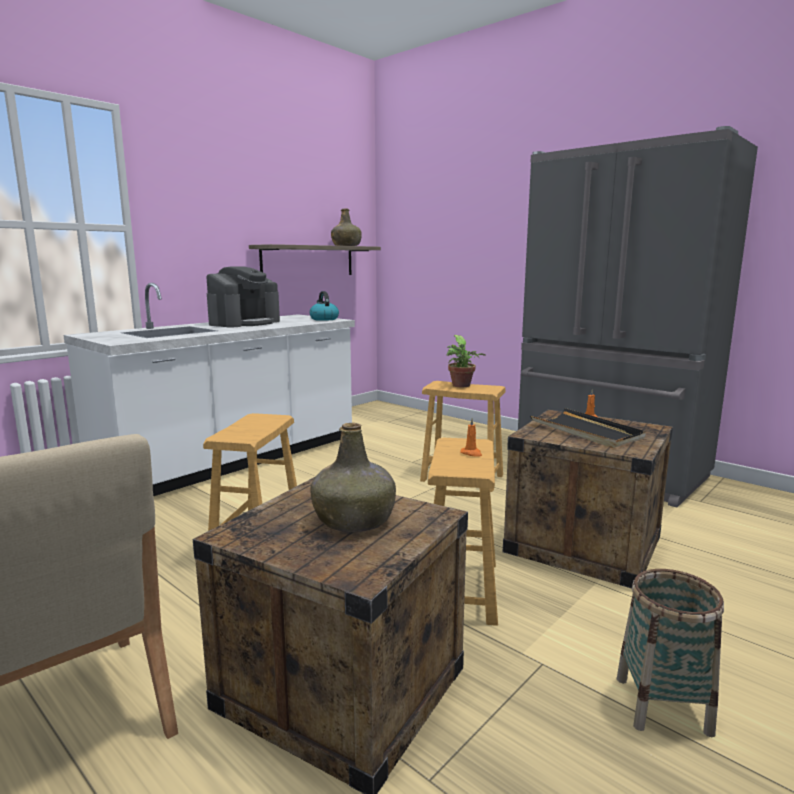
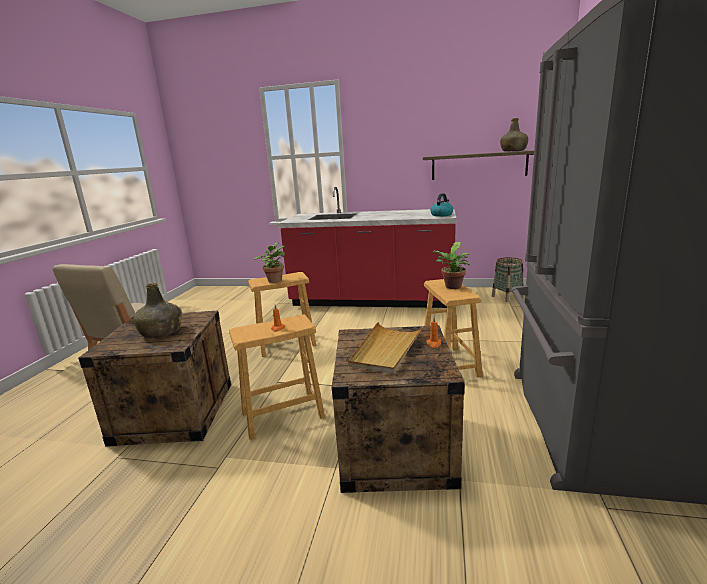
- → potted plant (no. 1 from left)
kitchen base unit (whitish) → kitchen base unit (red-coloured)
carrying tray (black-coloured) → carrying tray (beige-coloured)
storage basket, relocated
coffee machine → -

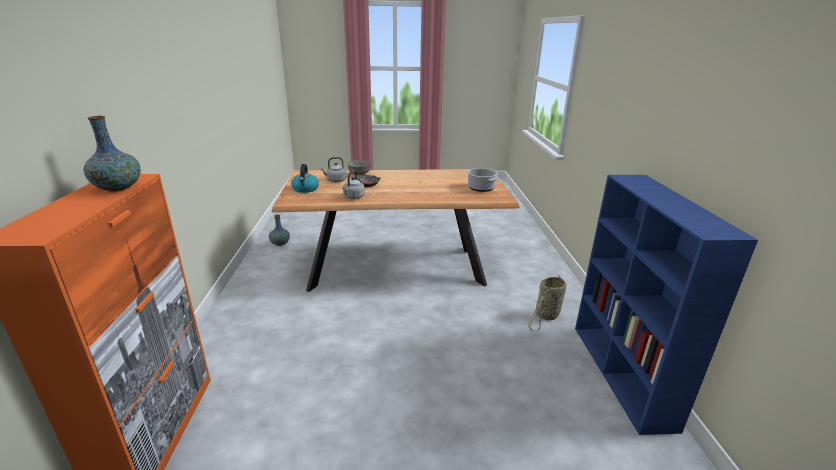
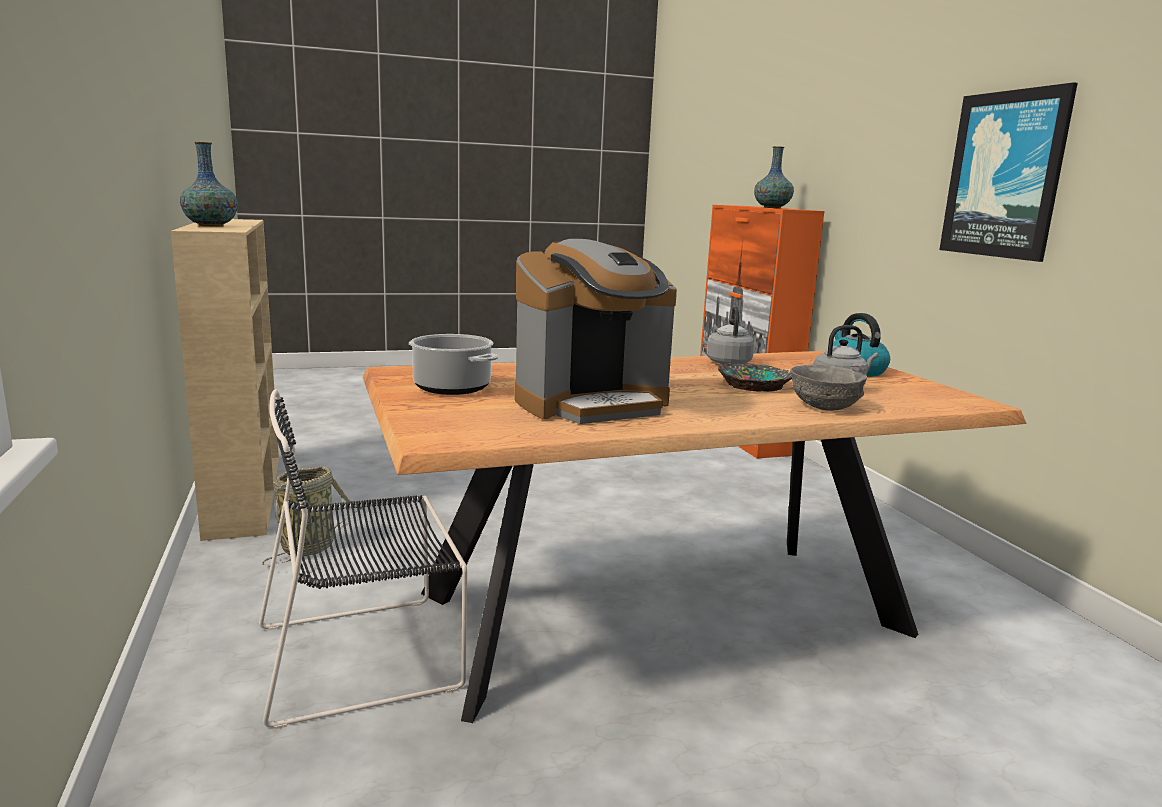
shelving unit (bluish) → shelving unit (beige-coloured)
flower vase (no. 2 from left in the first image) → flower vase (no. 1 from left), relocated
- → upright chair (black-coloured)
- → coffee machine
- → picture

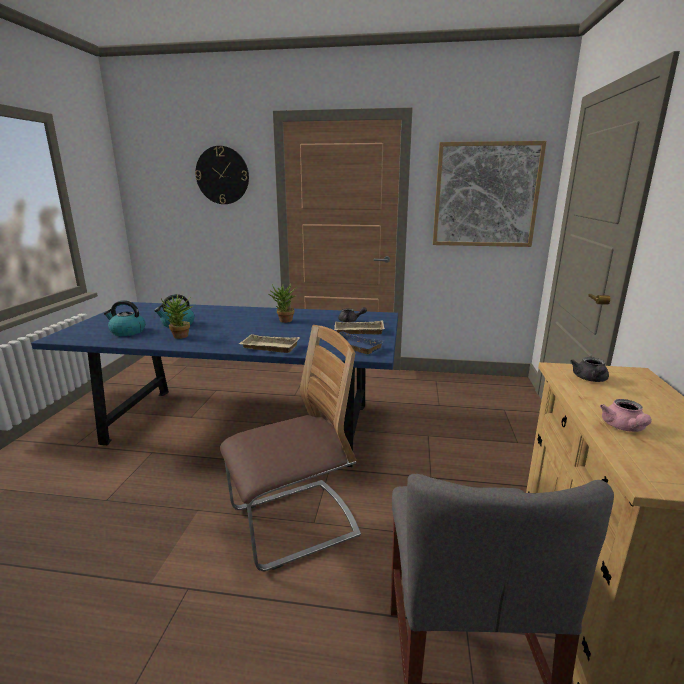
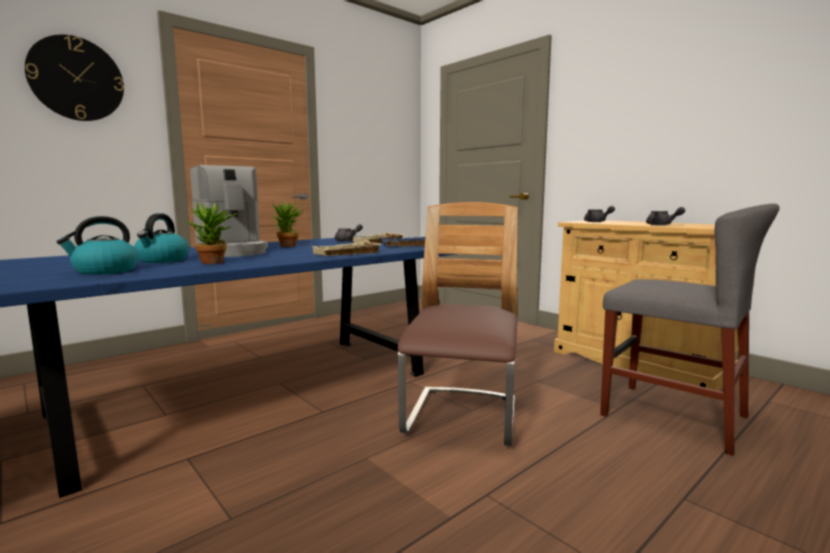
- → coffee machine
pot for tea (pinkish) → pot for tea (grey) (no. 3 from left)
picture → -

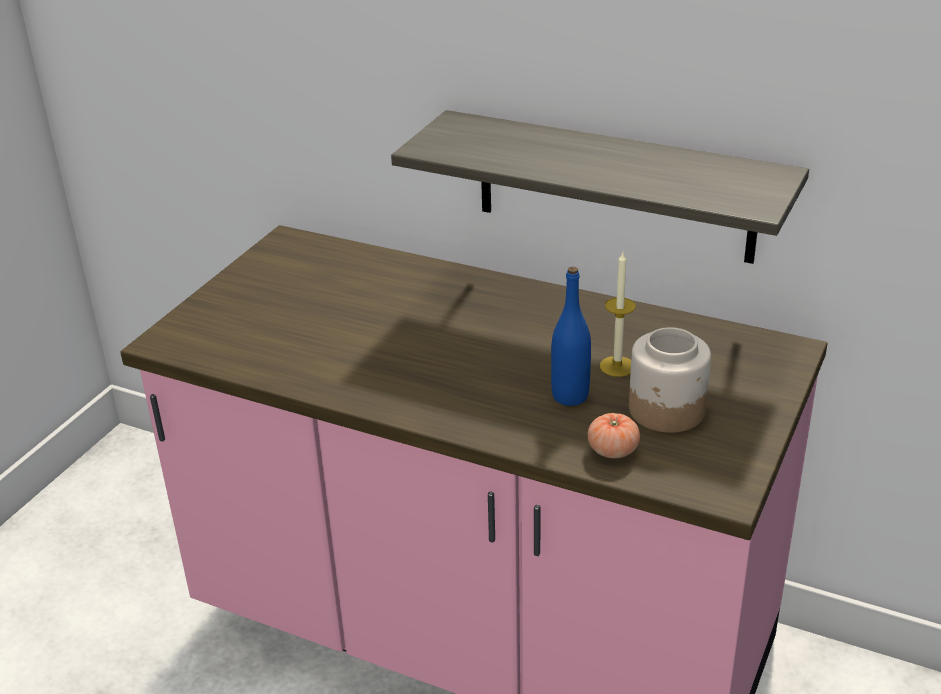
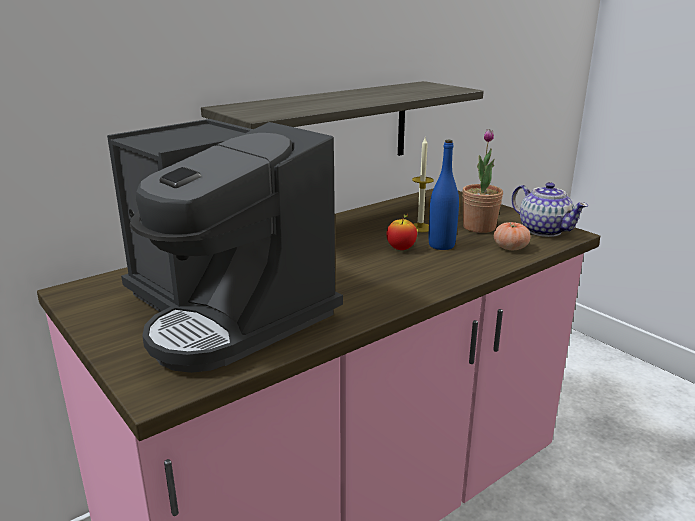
- → coffee machine
- → apple
storage jar → potted plant
- → pot for tea

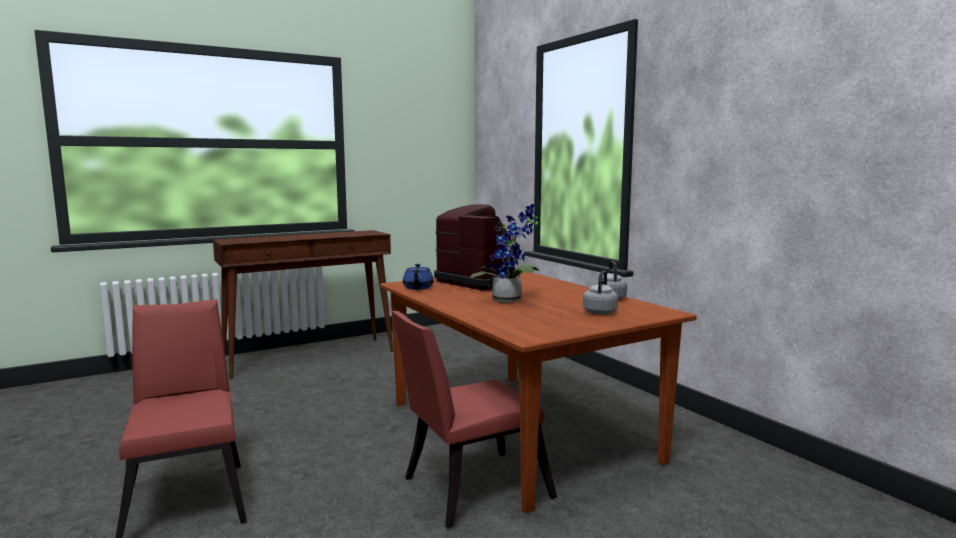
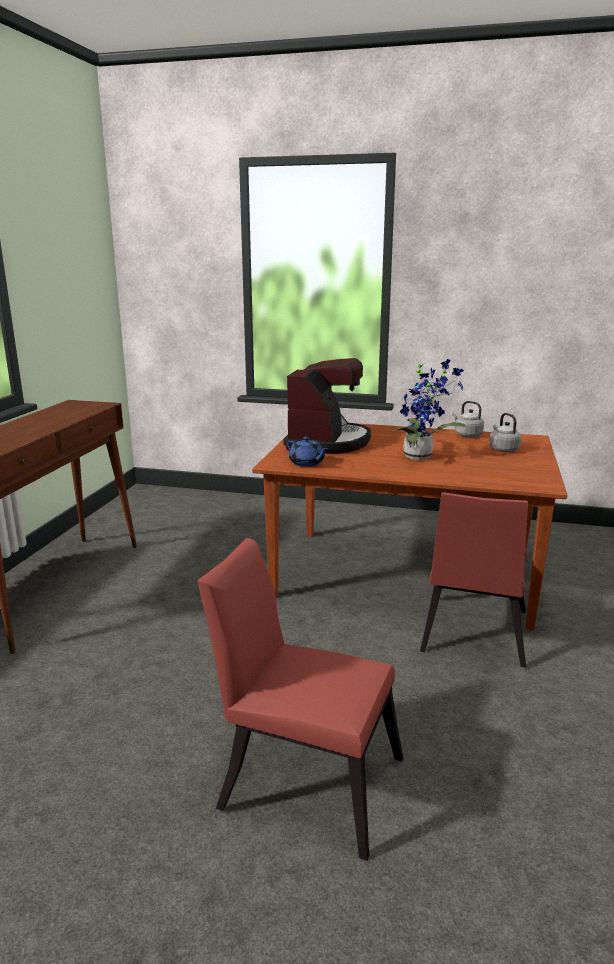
coffee machine, 105 degrees clockwise

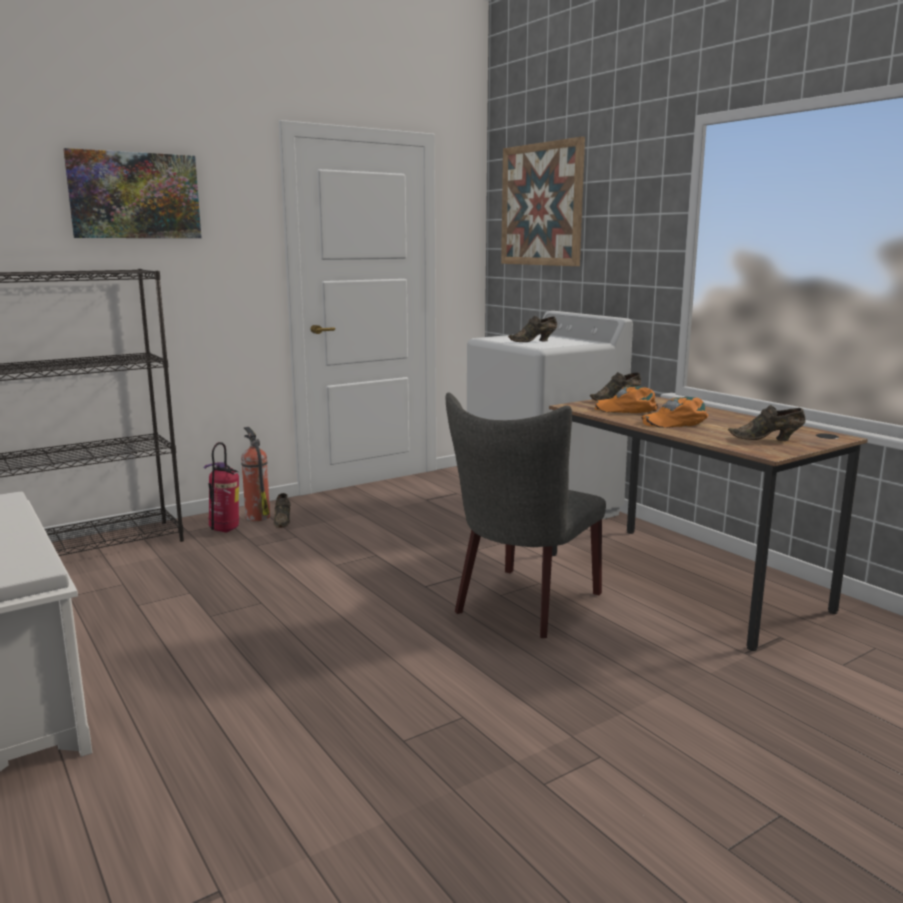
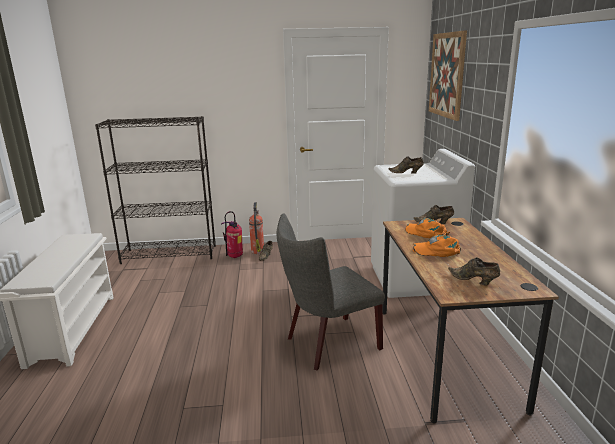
picture (no. 1 from left) → -

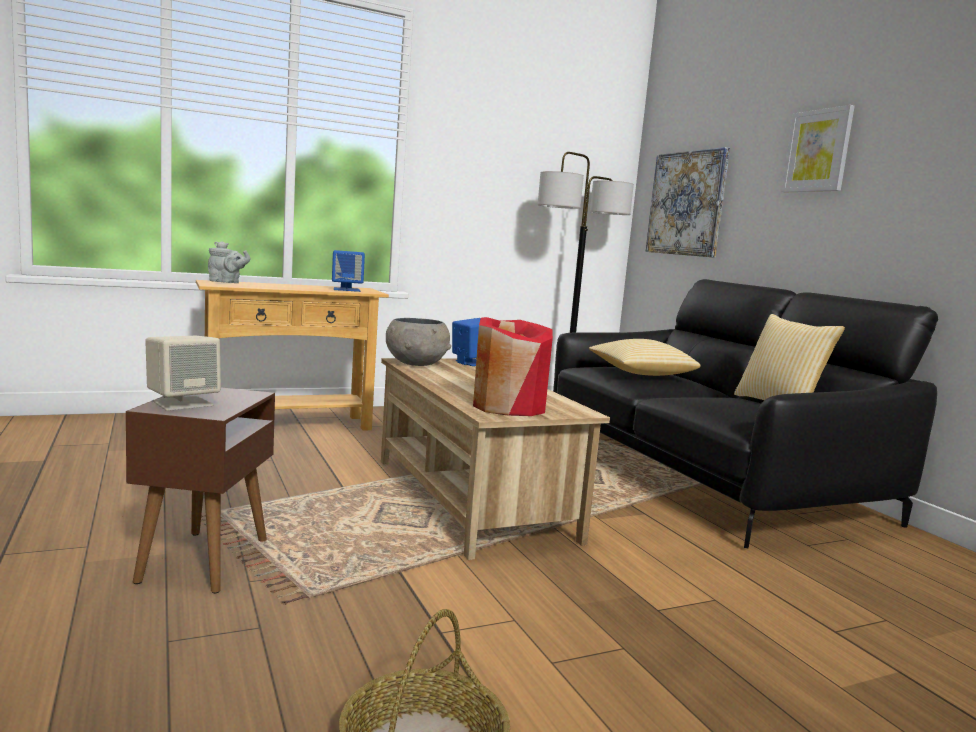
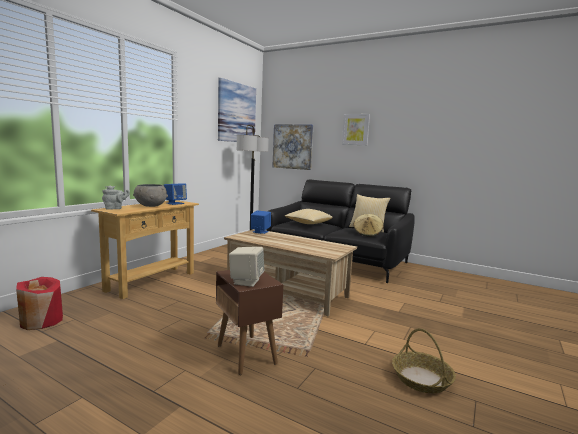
flower vase (red-coloured), relocated
serving bowl (grey), relocated
- → picture (no. 1 from left)
- → clothing hat (beige-coloured)

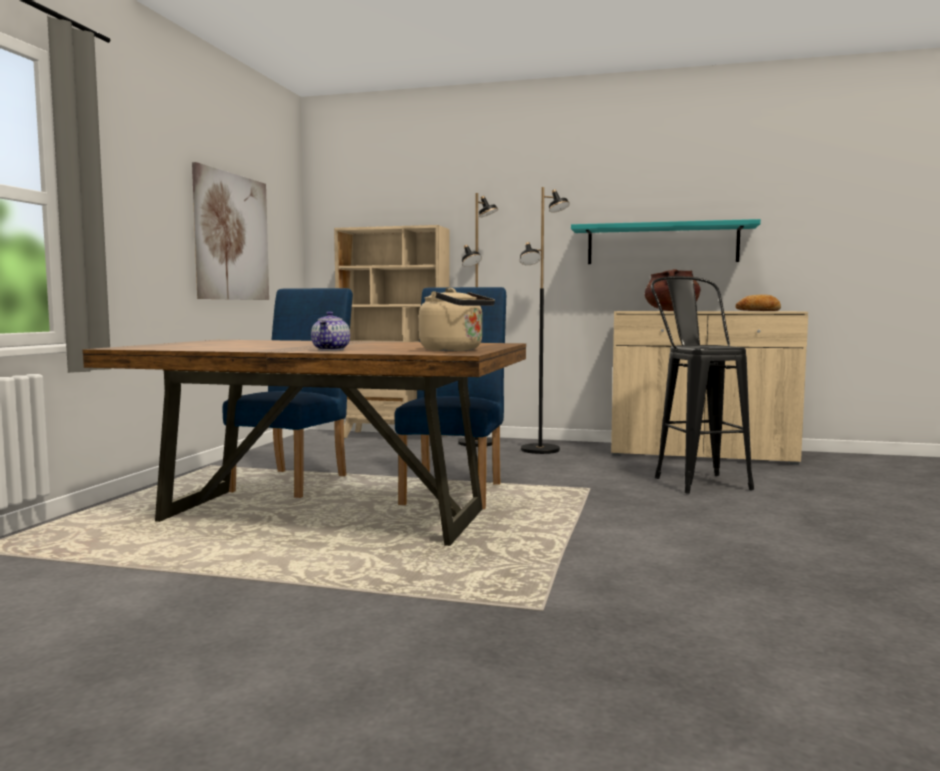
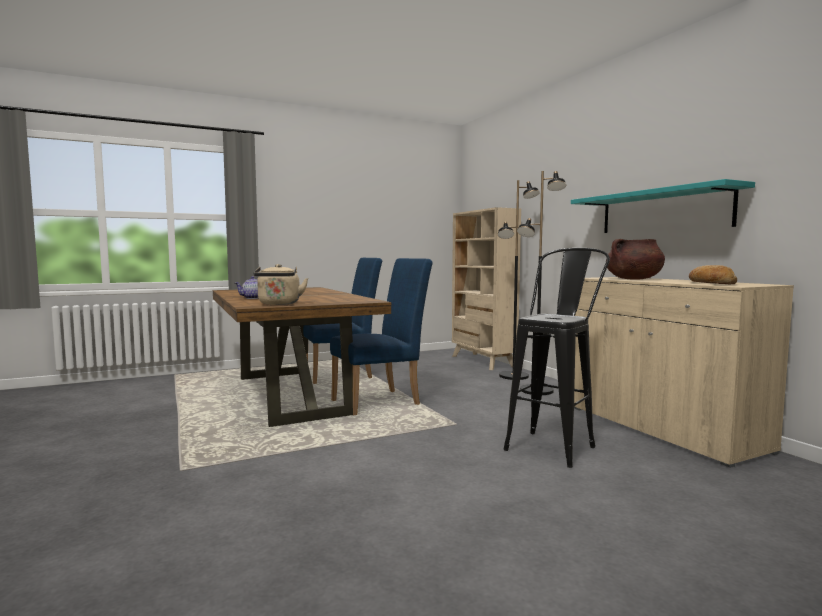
picture → -

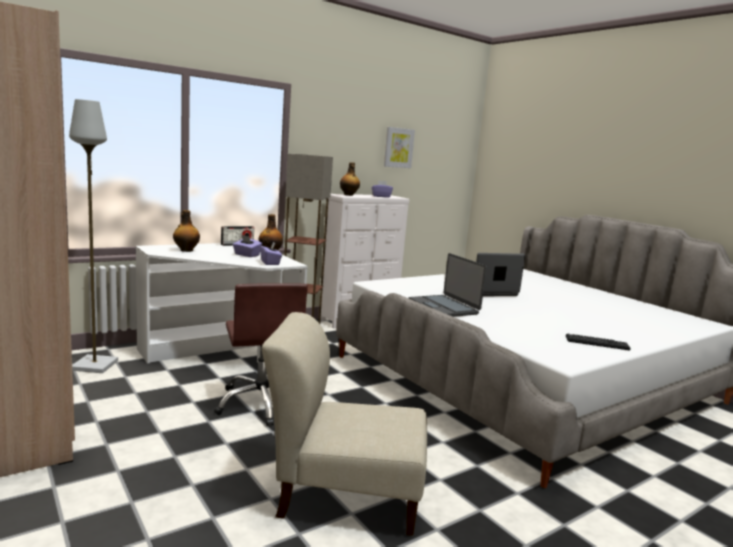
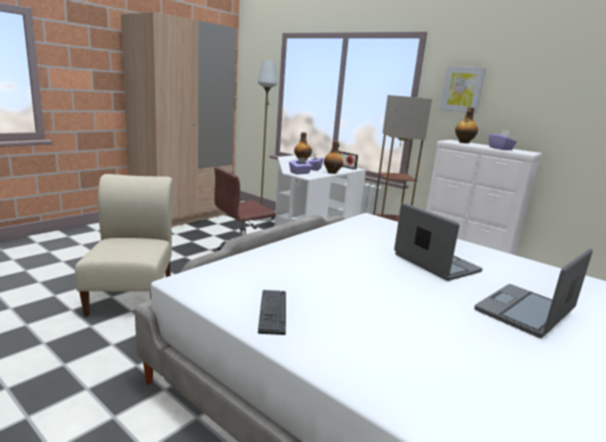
picture, relocated
portable computer (no. 1 from left in the first image) → portable computer (no. 2 from left), relocated

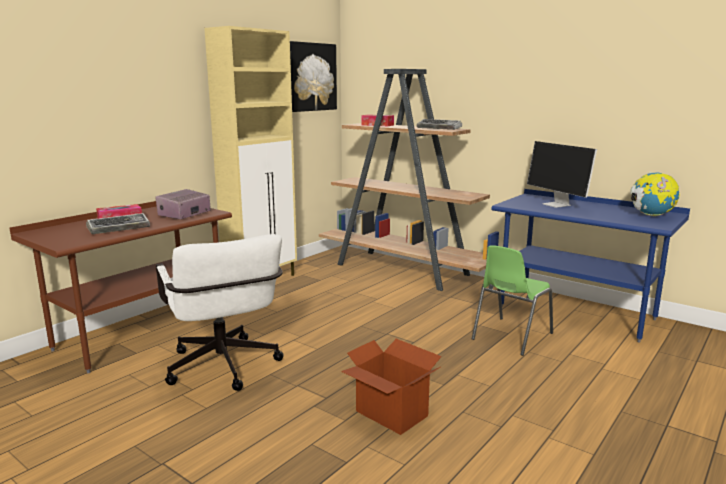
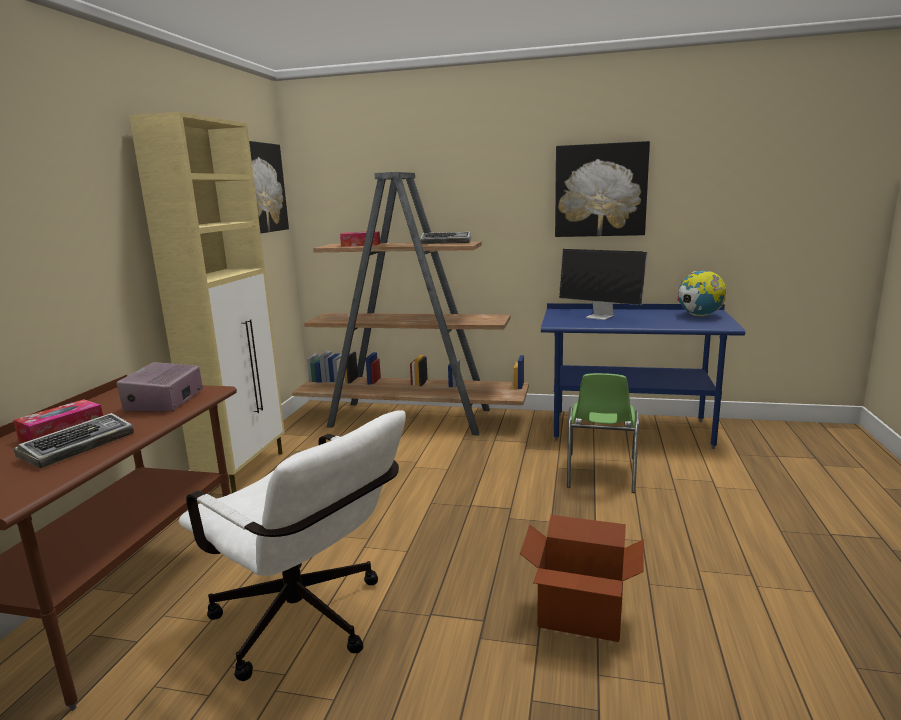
- → picture (no. 2 from left)

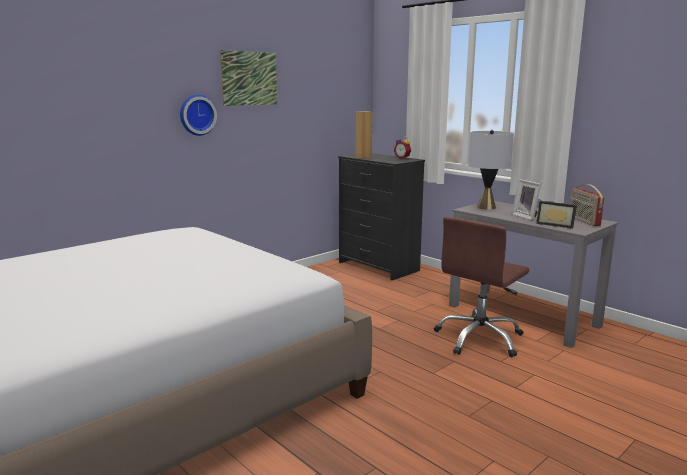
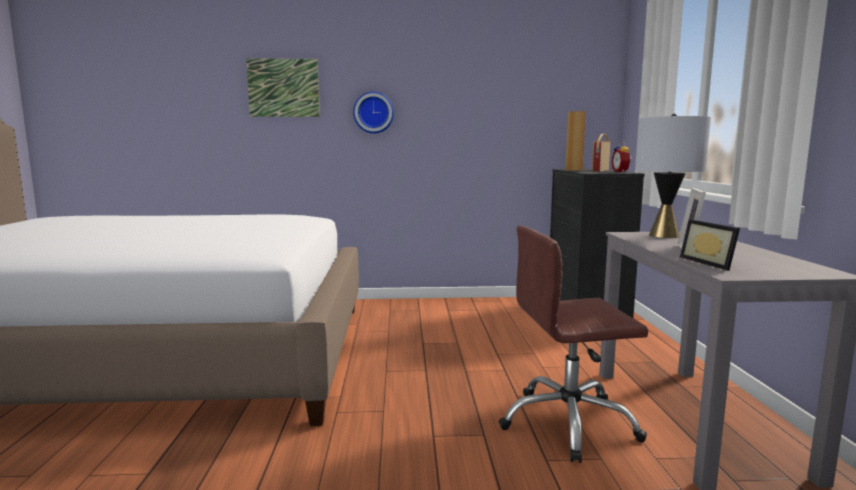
picture, relocated
radio set, relocated

